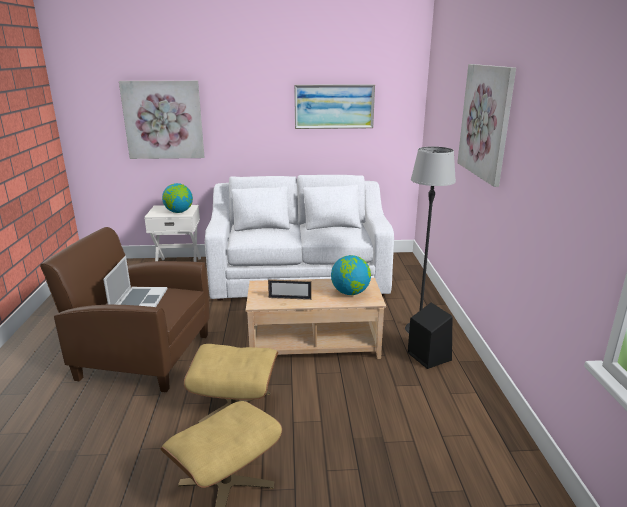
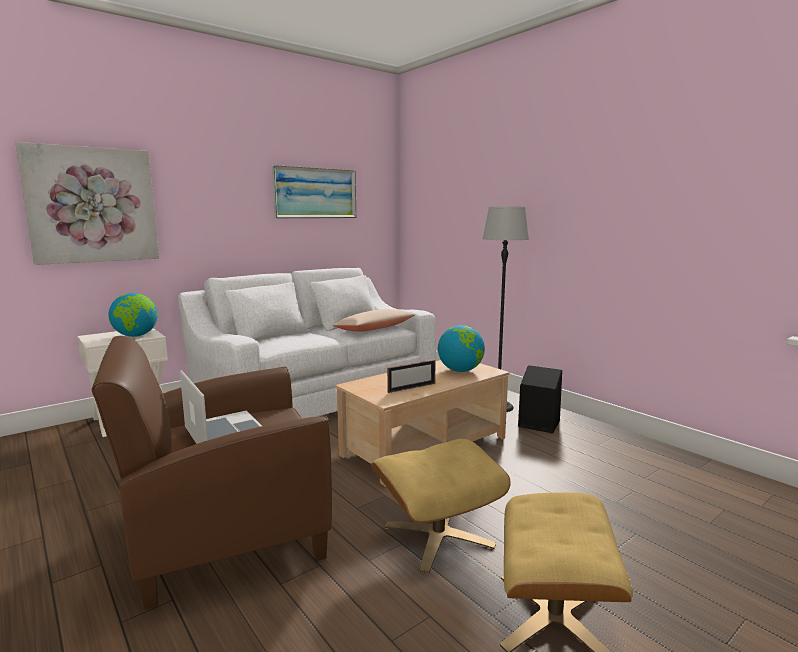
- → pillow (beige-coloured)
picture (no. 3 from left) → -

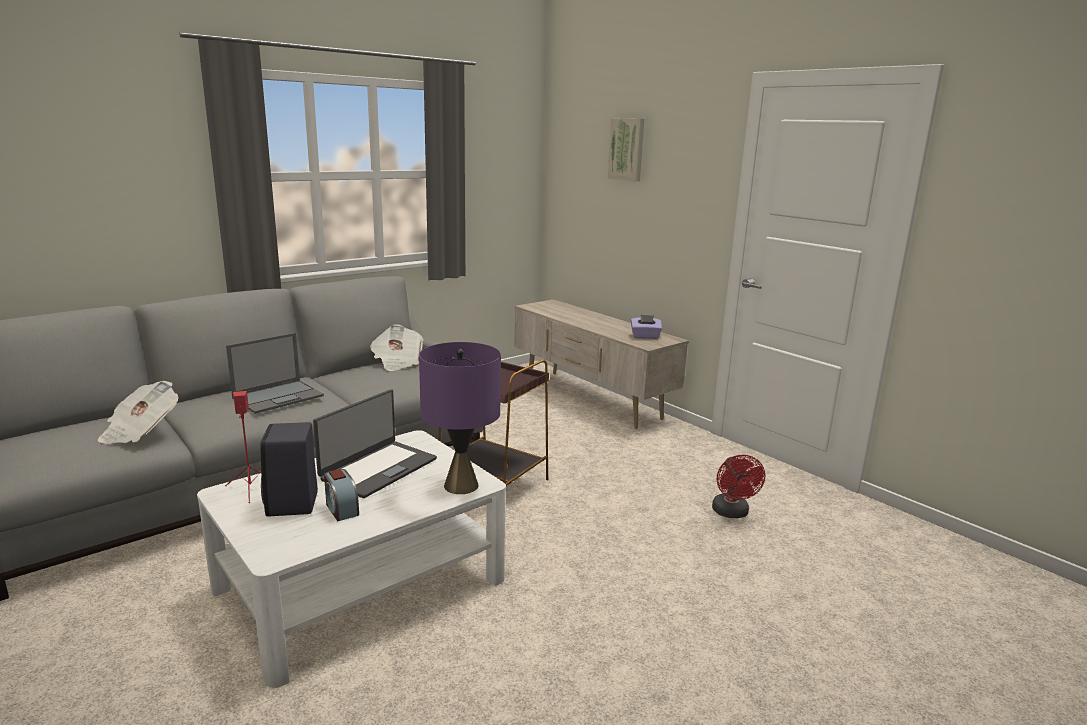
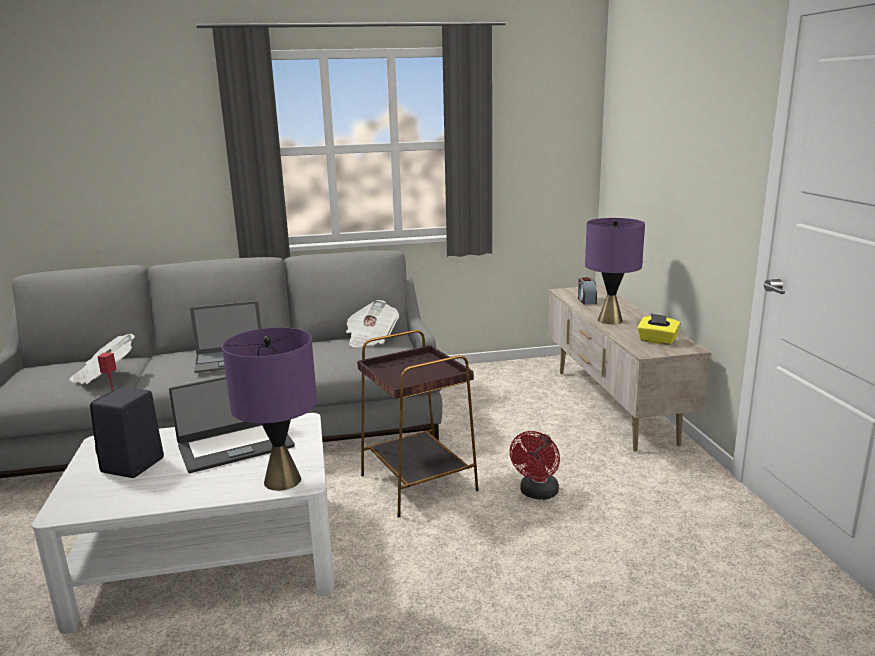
fan (red-coloured), relocated
alarm clock, relocated
- → lamp for a table (purple-coloured) (no. 2 from left)
box of tissues (purple-coloured) → box of tissues (yellowish)
picture → -

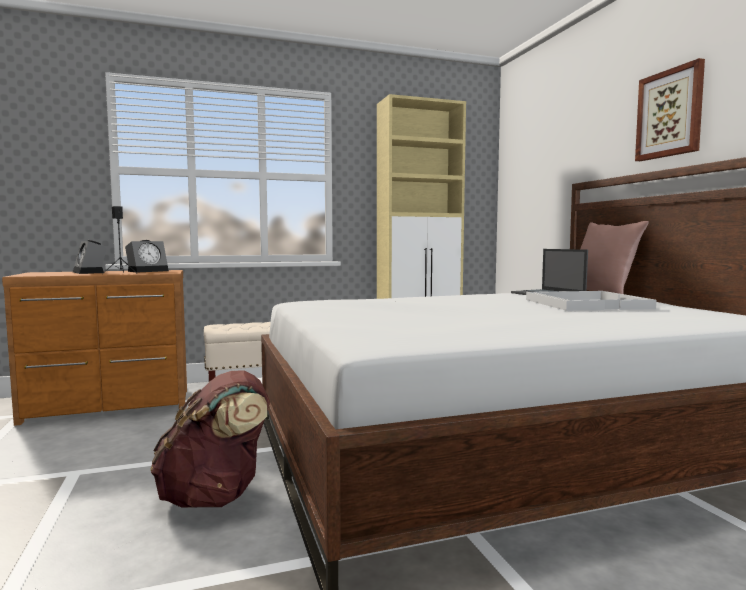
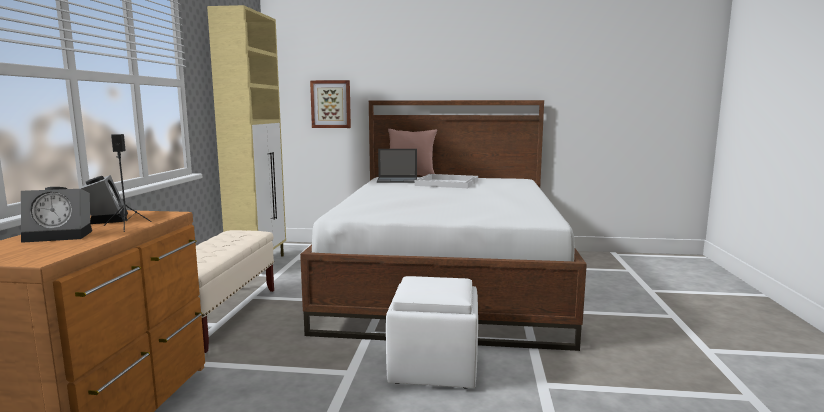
picture, relocated
rucksack (brown) → footrest (whitish)

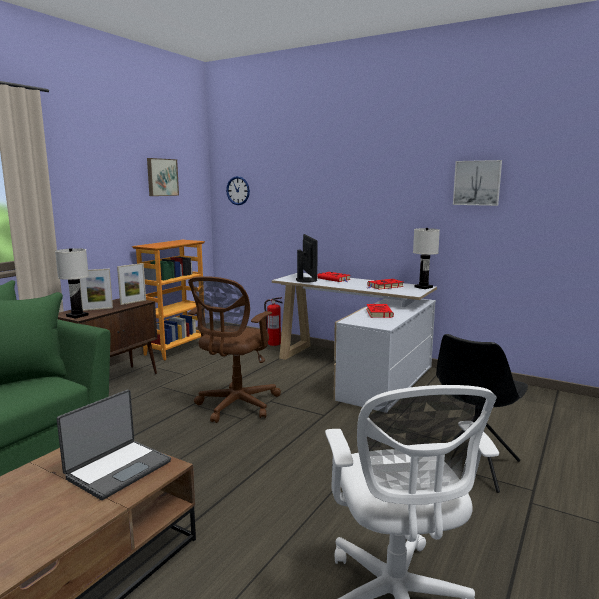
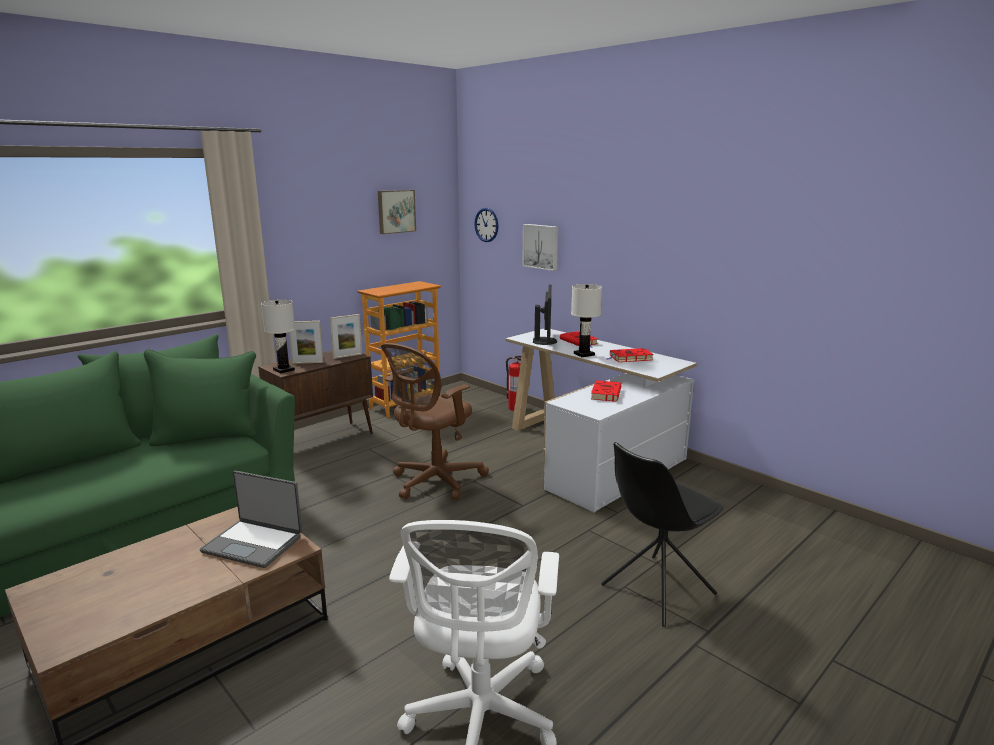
portable computer, 60 degrees clockwise
picture (no. 2 from left), relocated
lamp for a table (whitish) (no. 2 from left), relocated

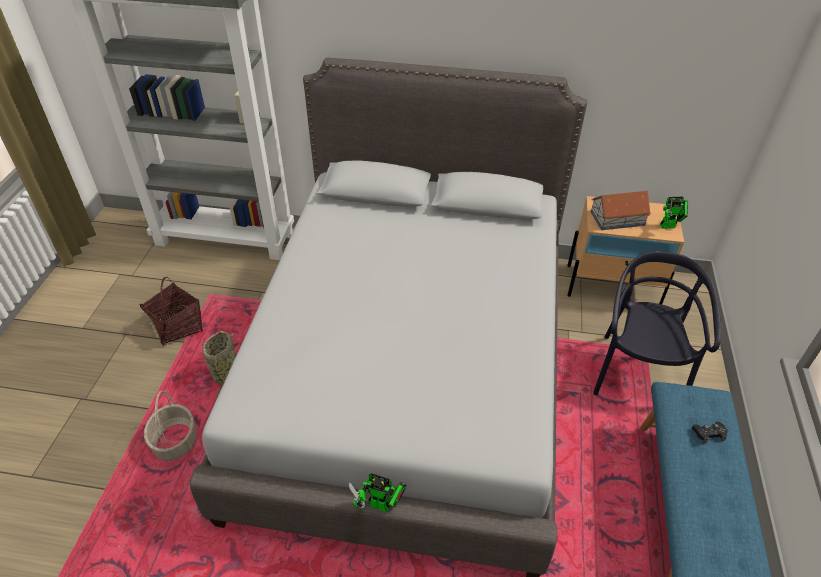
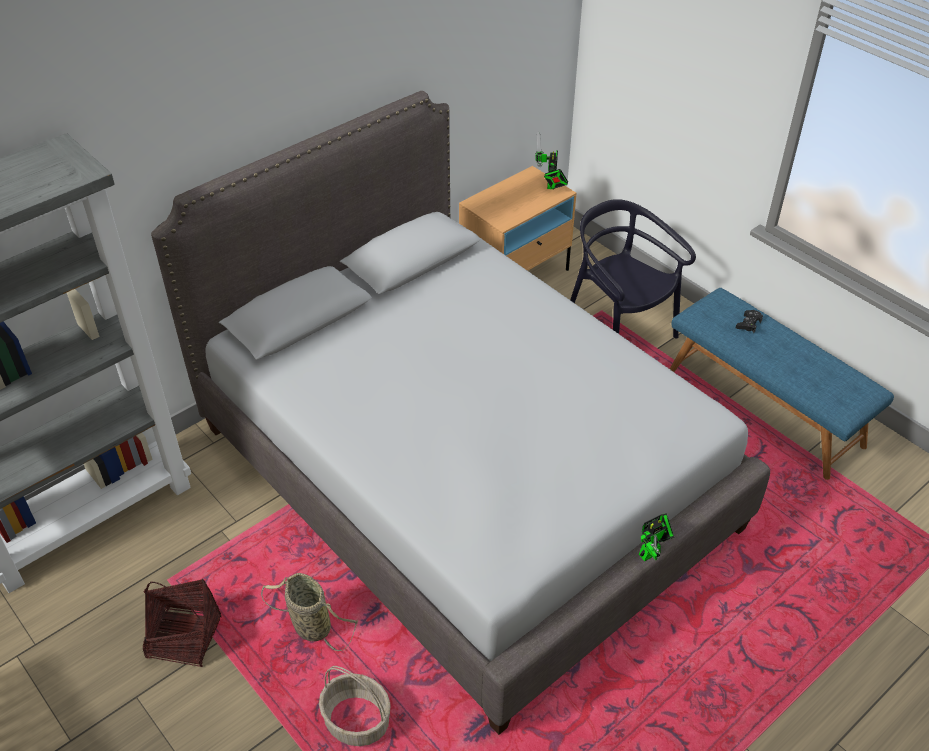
toy robot (no. 2 from left in the first image) → toy robot (no. 1 from left), 150 degrees clockwise
toy house → -

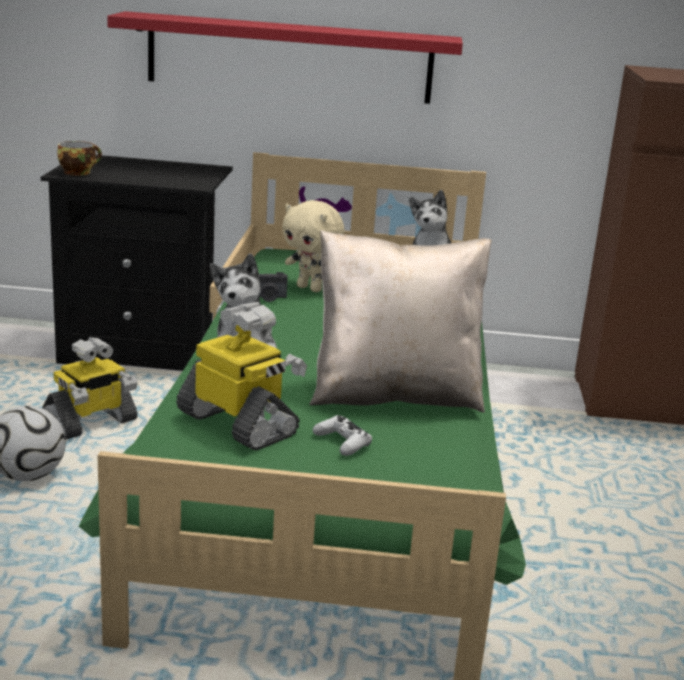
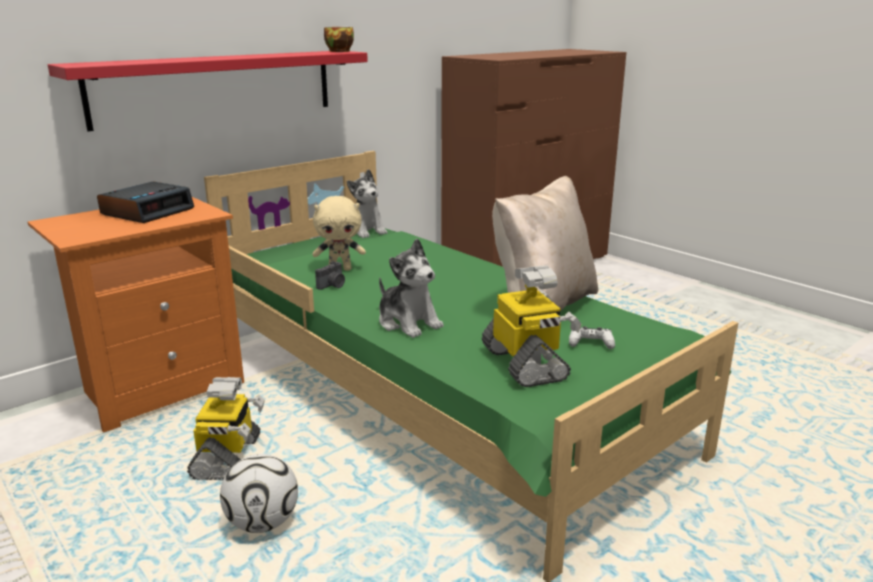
nightstand (black-coloured) → nightstand (orangey)
- → alarm clock
small cup, relocated
toy robot (no. 2 from left), 75 degrees clockwise

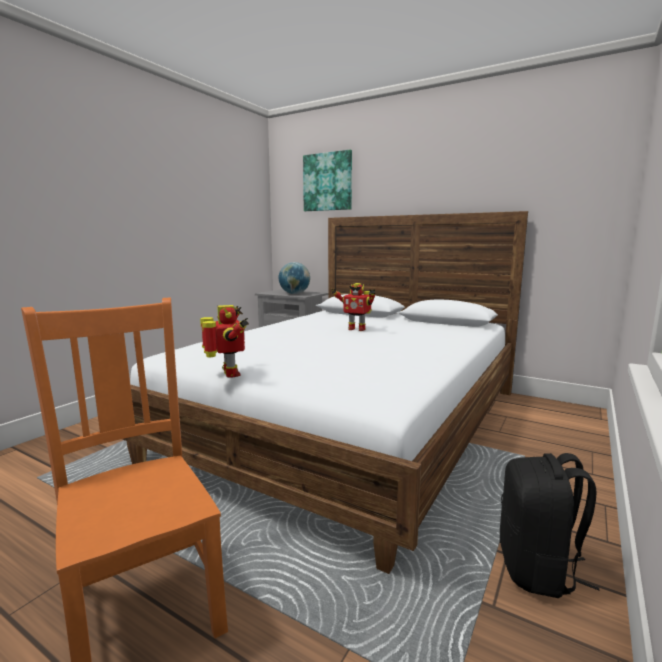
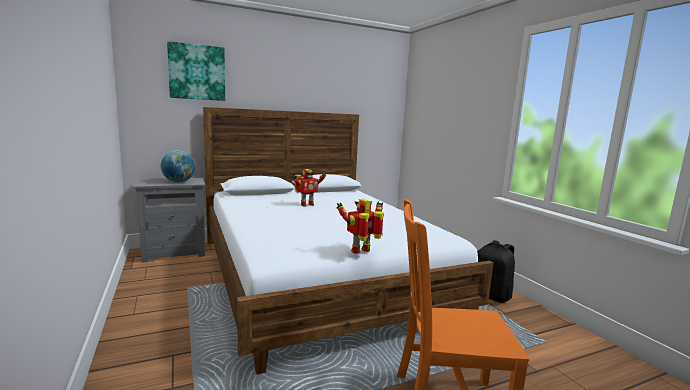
toy robot (no. 1 from left in the first image) → toy robot (no. 2 from left), 45 degrees counterclockwise

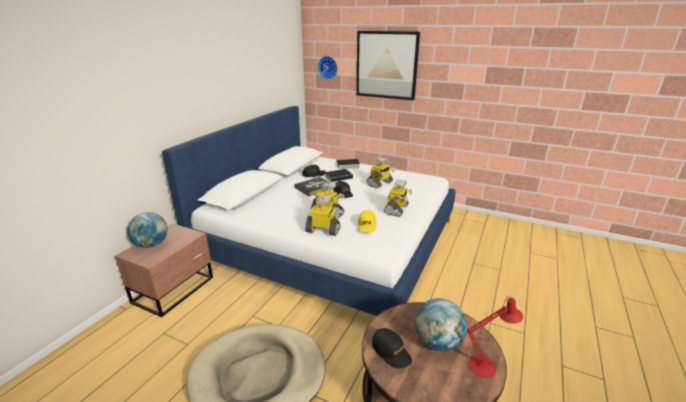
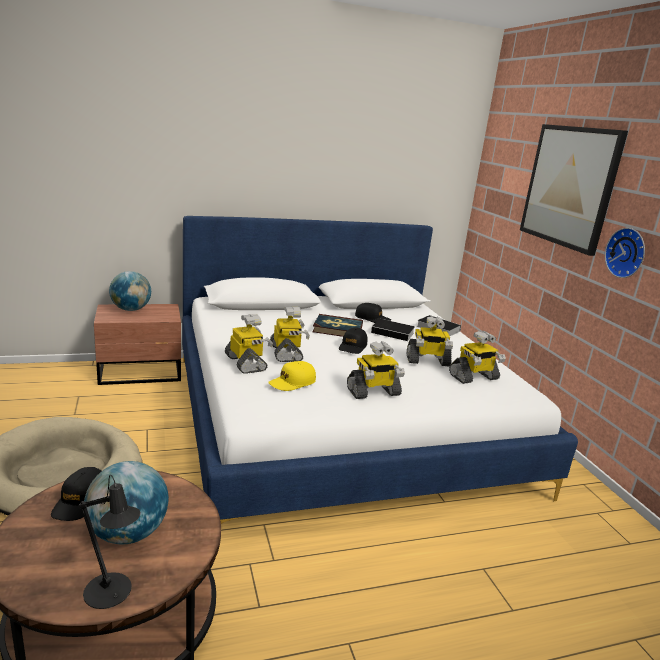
lamp for a table (red-coloured) → lamp for a table (black-coloured)
- → toy robot (no. 5 from left)
wall clock, relocated

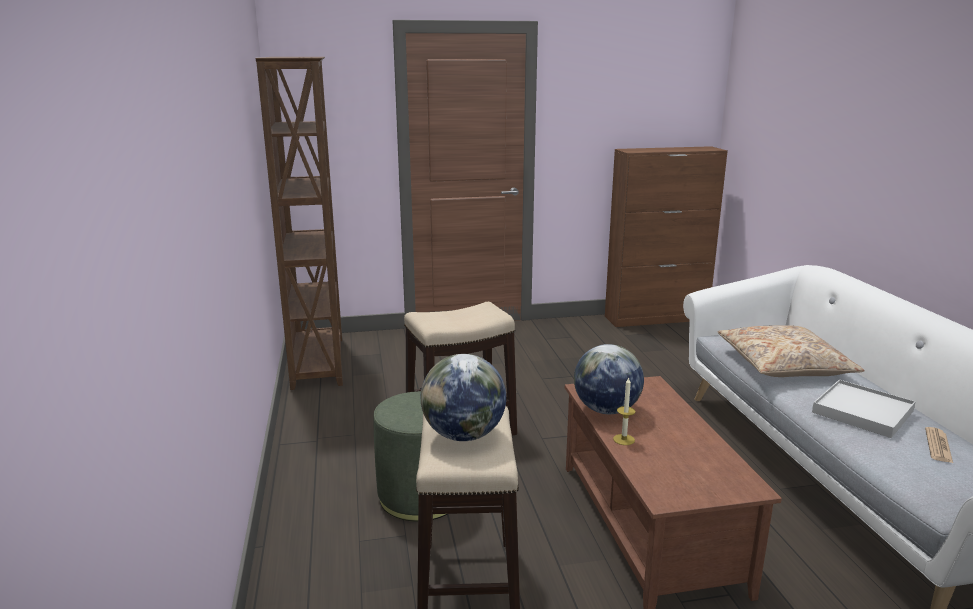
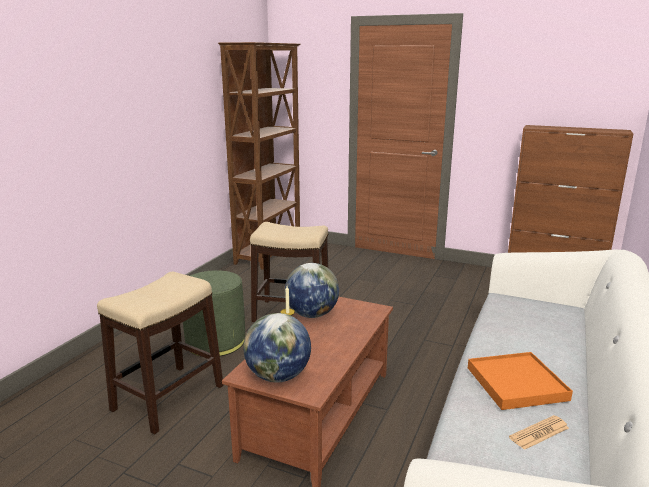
desk globe (no. 1 from left), relocated
carrying tray (whitish) → carrying tray (orangey)
pillow (beige-coloured) → -

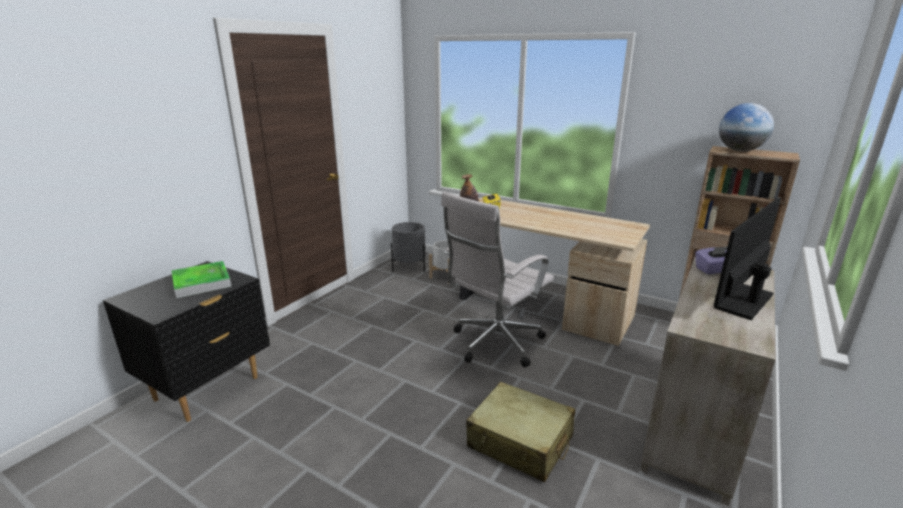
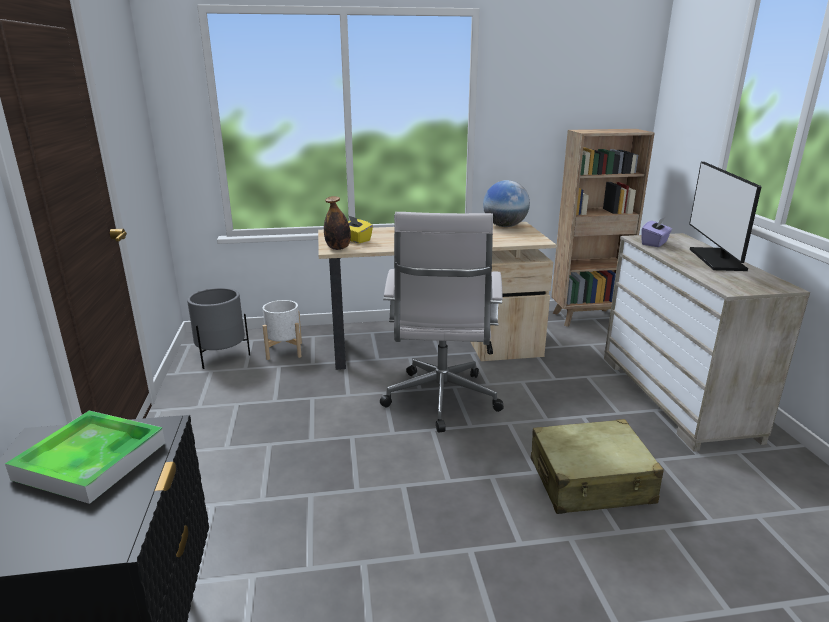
desk globe, relocated

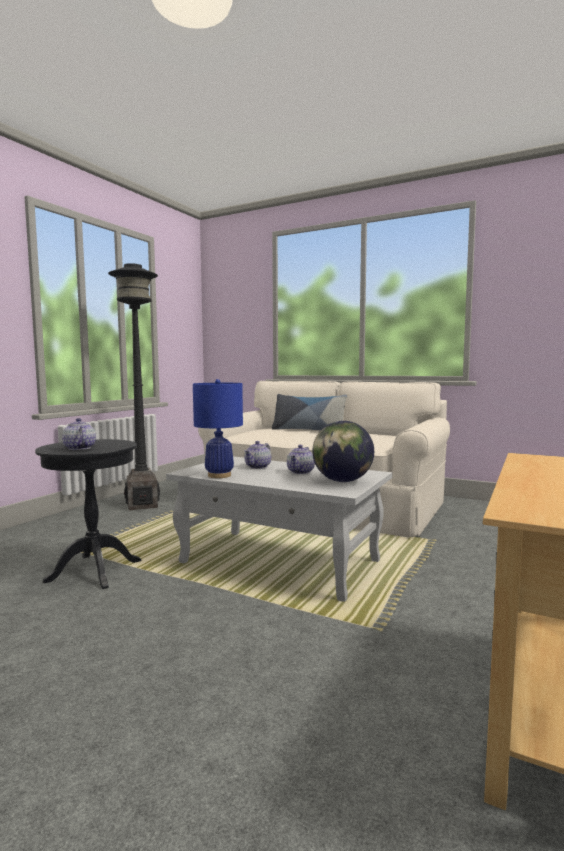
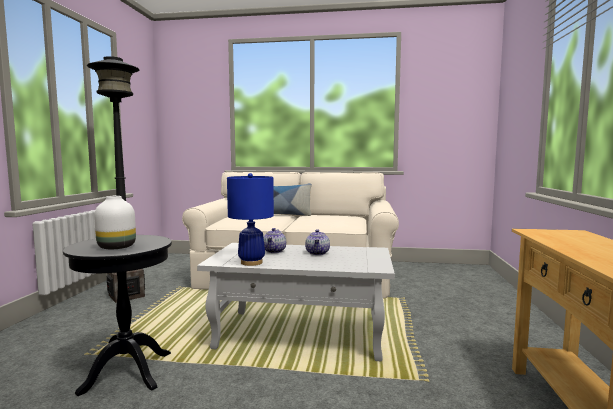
pot for tea (no. 1 from left) → flower vase (whitish)
desk globe → -

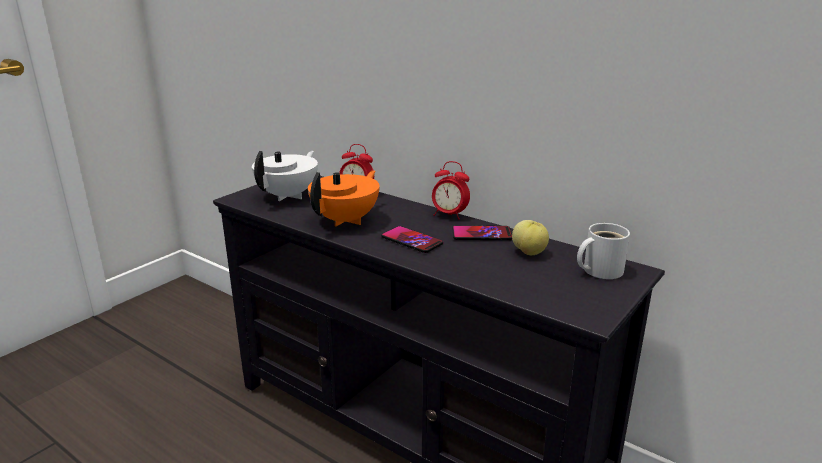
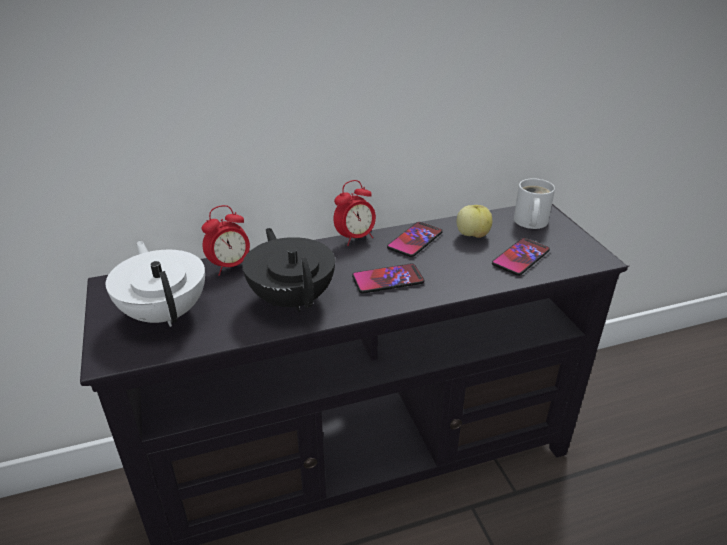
pot for tea (orangey) → pot for tea (black-coloured)
- → handset (no. 3 from left)

